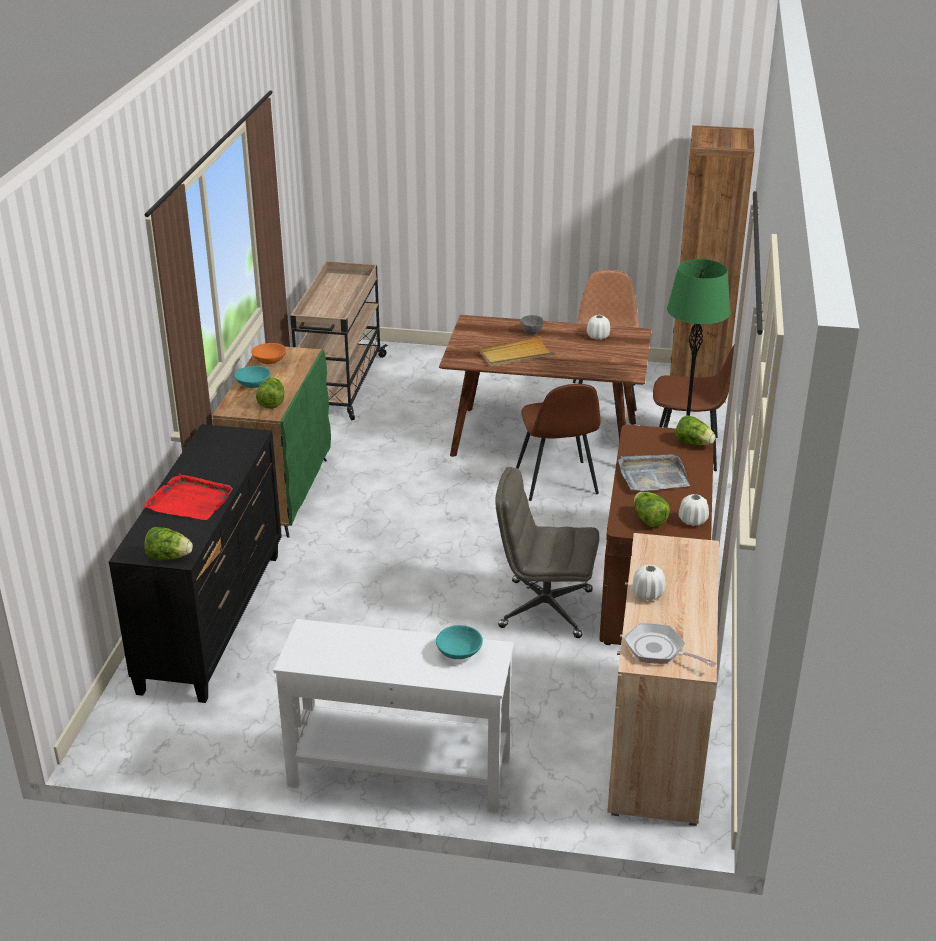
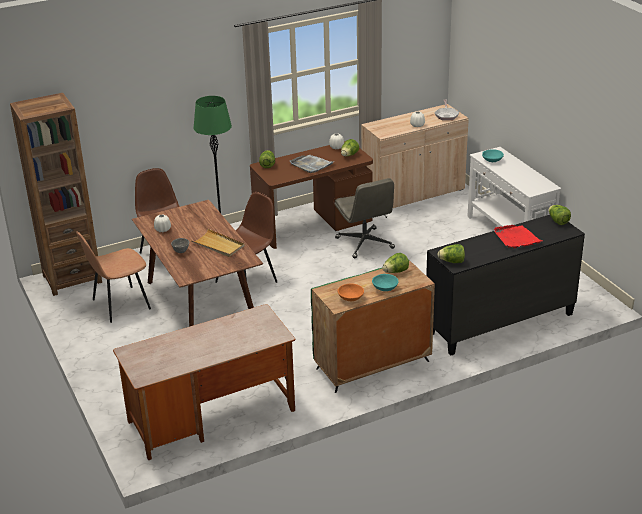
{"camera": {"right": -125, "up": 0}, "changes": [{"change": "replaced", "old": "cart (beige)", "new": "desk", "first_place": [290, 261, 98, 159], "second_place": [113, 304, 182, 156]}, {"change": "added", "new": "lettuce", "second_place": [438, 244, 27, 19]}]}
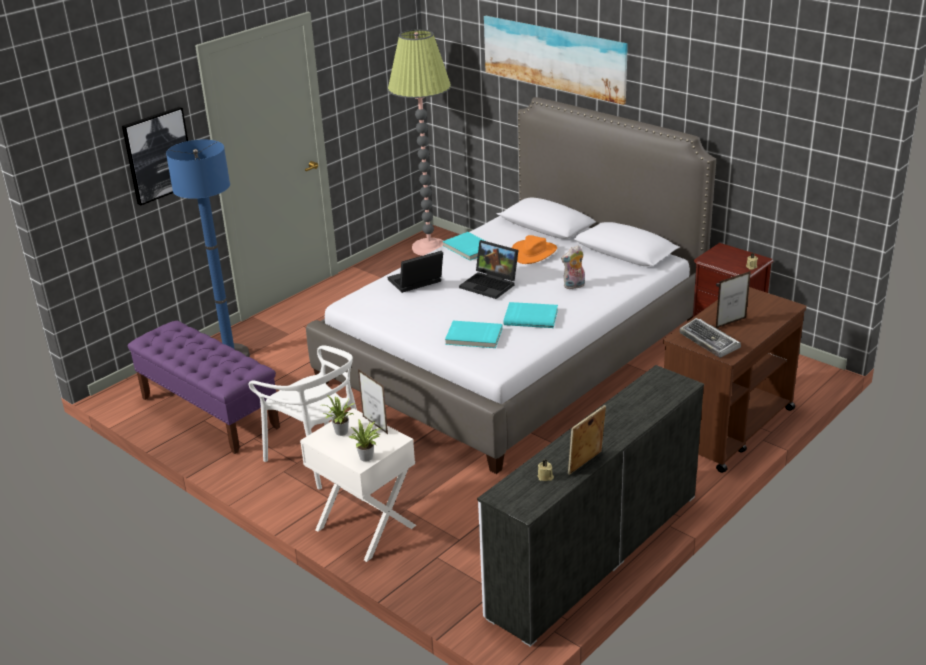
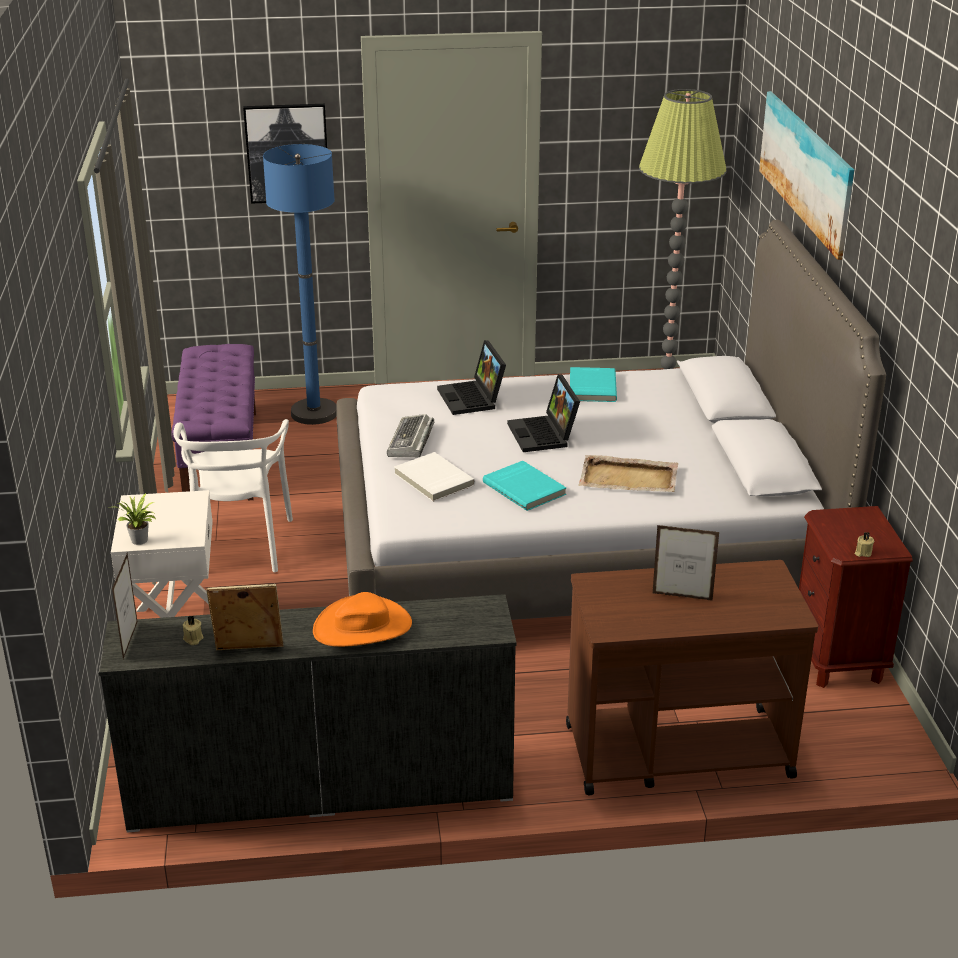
{"camera": {"right": 40, "up": 0}, "changes": [{"change": "moved", "old": "hat (orange)", "first_place": [512, 235, 45, 29], "second_place": [313, 592, 99, 55]}, {"change": "replaced", "old": "plush toy", "new": "tray (beige)", "first_place": [561, 245, 24, 45], "second_place": [578, 455, 100, 37]}, {"change": "turned", "old": "laptop", "first_place": [388, 251, 55, 42], "second_place": [437, 340, 69, 75], "degrees": -120}, {"change": "moved", "old": "keyboard", "first_place": [680, 318, 61, 40], "second_place": [387, 414, 47, 43]}, {"change": "recoloured", "old": "book (turquoise)", "new": "book (white)", "first_place": [445, 321, 58, 27], "second_place": [394, 452, 81, 50]}, {"change": "moved", "old": "picture frame", "first_place": [358, 369, 30, 65], "second_place": [112, 553, 26, 106]}, {"change": "removed", "old": "potted plant", "first_place": [323, 394, 32, 42]}]}
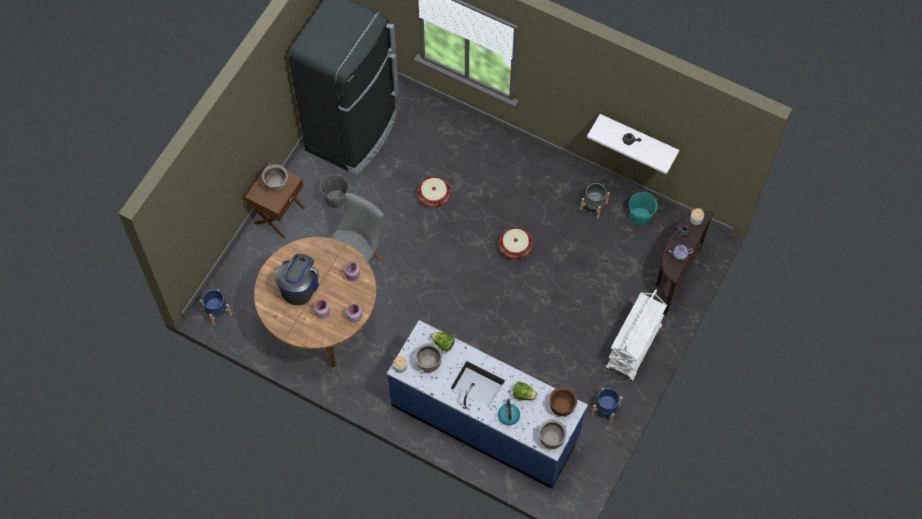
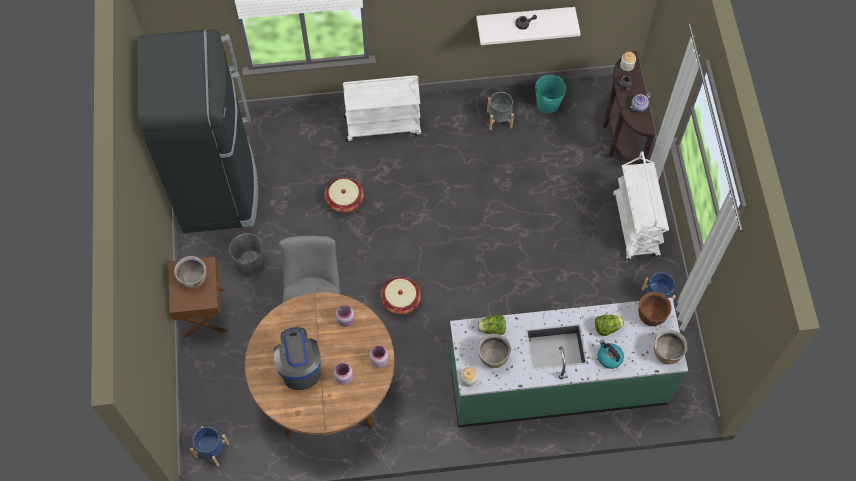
{"camera": {"right": -35, "up": 0}, "changes": [{"change": "moved", "old": "basket", "first_place": [499, 228, 34, 31], "second_place": [381, 277, 40, 38]}, {"change": "recoloured", "old": "counter (blue)", "new": "counter (green)", "first_place": [387, 320, 201, 169], "second_place": [450, 298, 238, 130]}, {"change": "added", "new": "cart (white)", "second_place": [343, 75, 78, 67]}]}
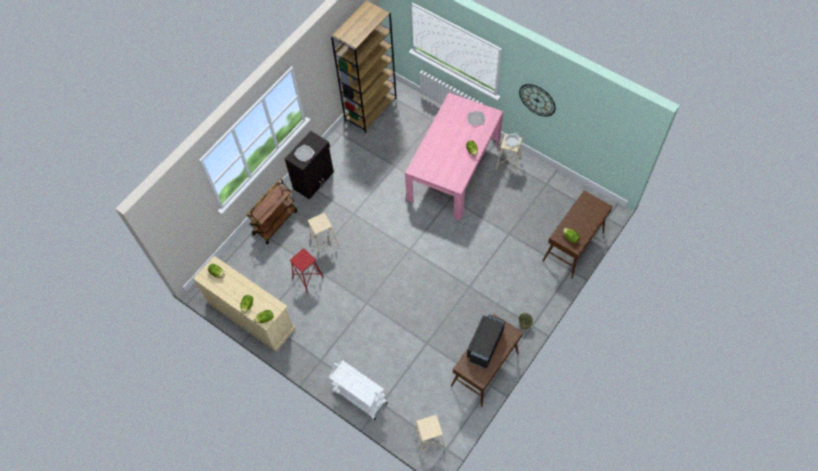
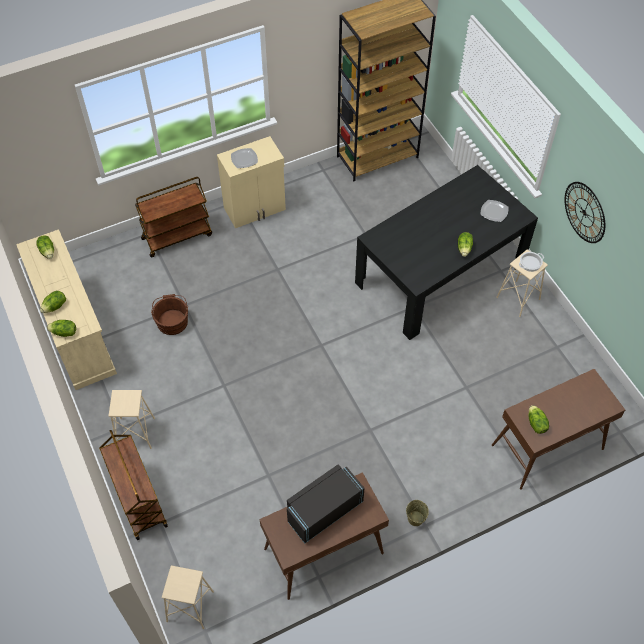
{"camera": {"right": 25, "up": -5}, "changes": [{"change": "recoloured", "old": "dining table (pink)", "new": "dining table (black)", "first_place": [405, 93, 98, 128], "second_place": [355, 165, 183, 175]}, {"change": "recoloured", "old": "cabinet (black)", "new": "cabinet (beige)", "first_place": [285, 131, 49, 68], "second_place": [217, 136, 69, 92]}, {"change": "moved", "old": "stool (beige)", "first_place": [308, 213, 31, 43], "second_place": [108, 390, 47, 59]}, {"change": "replaced", "old": "stool (red)", "new": "bucket (brown)", "first_place": [289, 248, 35, 45], "second_place": [151, 294, 37, 41]}, {"change": "recoloured", "old": "cart (white)", "new": "cart (brown)", "first_place": [329, 360, 59, 60], "second_place": [99, 430, 69, 110]}]}
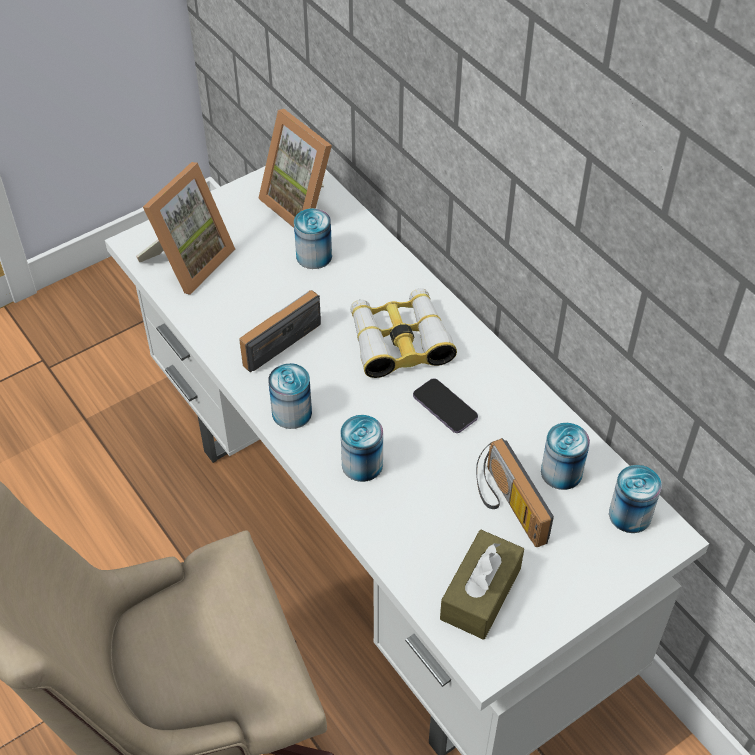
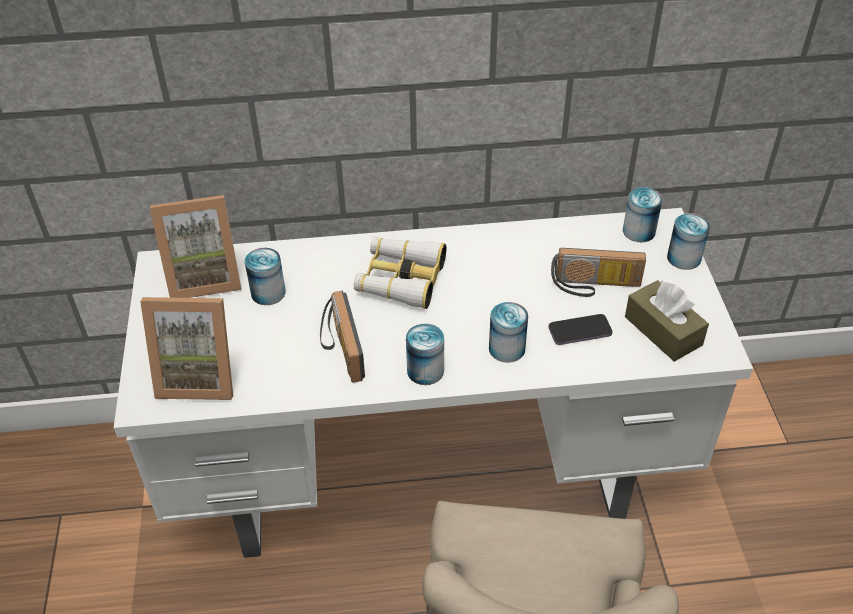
{"camera": {"right": -60, "up": -5}, "changes": [{"change": "turned", "old": "picture frame", "first_place": [136, 162, 99, 133], "second_place": [140, 297, 93, 103], "degrees": 120}, {"change": "moved", "old": "phone", "first_place": [413, 378, 65, 55], "second_place": [549, 314, 64, 31]}, {"change": "moved", "old": "can", "first_place": [541, 423, 49, 67], "second_place": [667, 213, 43, 57]}]}
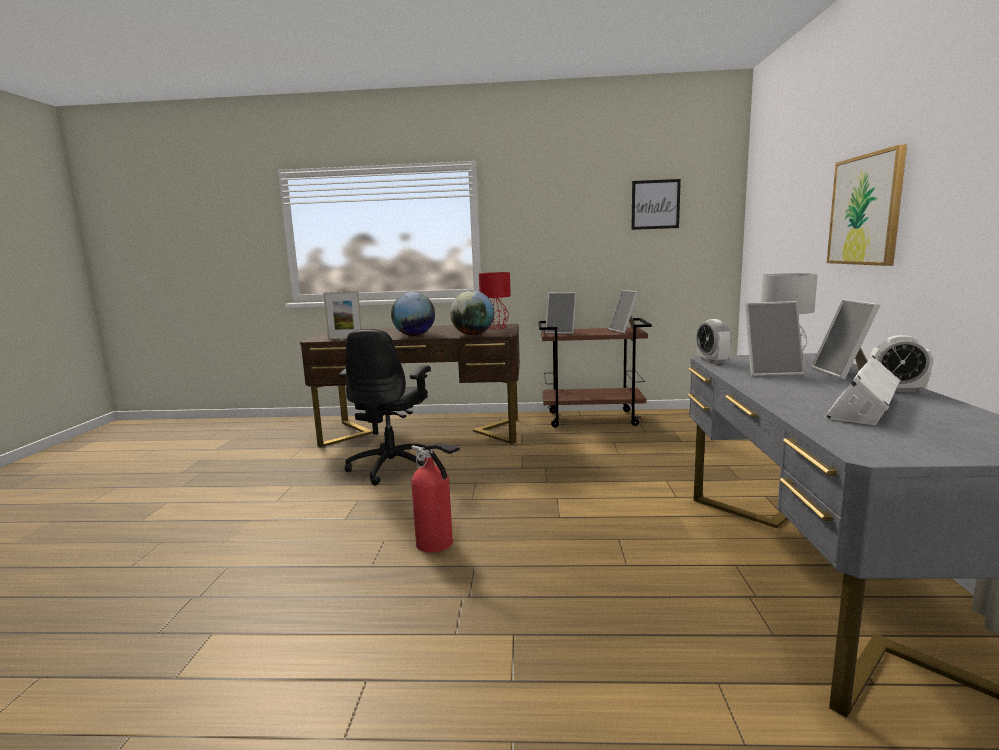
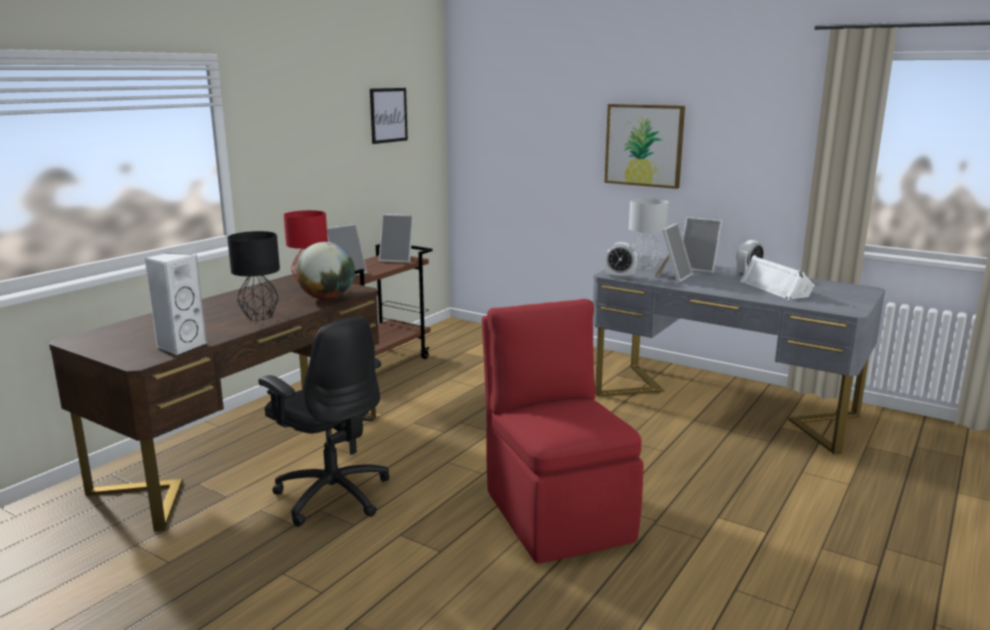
{"camera": {"right": -60, "up": 5}, "changes": [{"change": "replaced", "old": "picture frame", "new": "speaker (white)", "first_place": [323, 291, 39, 49], "second_place": [144, 252, 63, 104]}, {"change": "replaced", "old": "globe", "new": "table lamp (black)", "first_place": [391, 292, 44, 44], "second_place": [227, 231, 53, 90]}, {"change": "replaced", "old": "fire extinguisher", "new": "chair (red)", "first_place": [411, 443, 49, 110], "second_place": [482, 299, 162, 264]}]}
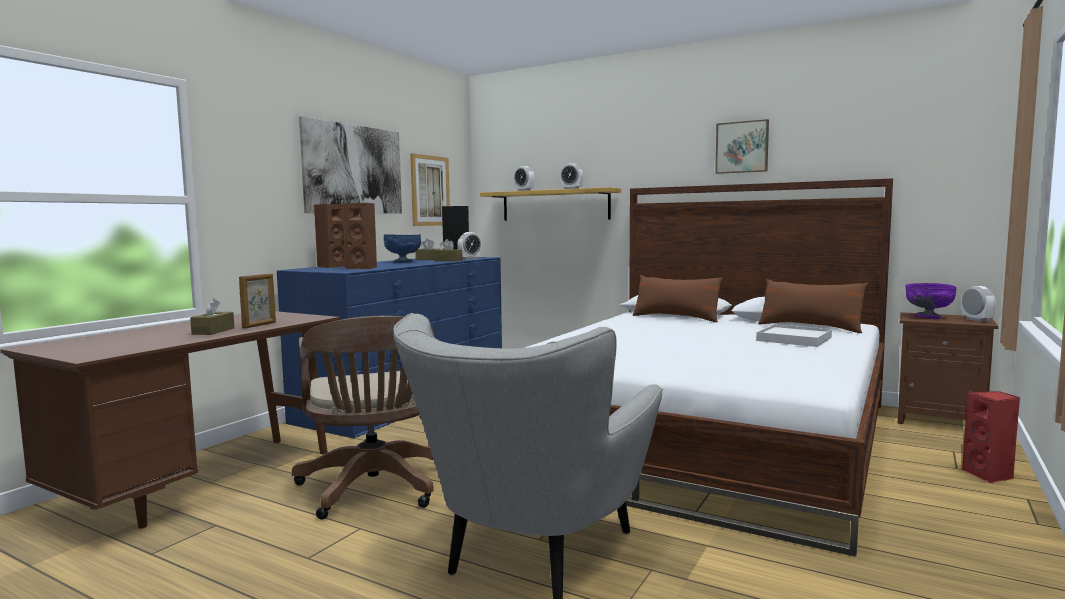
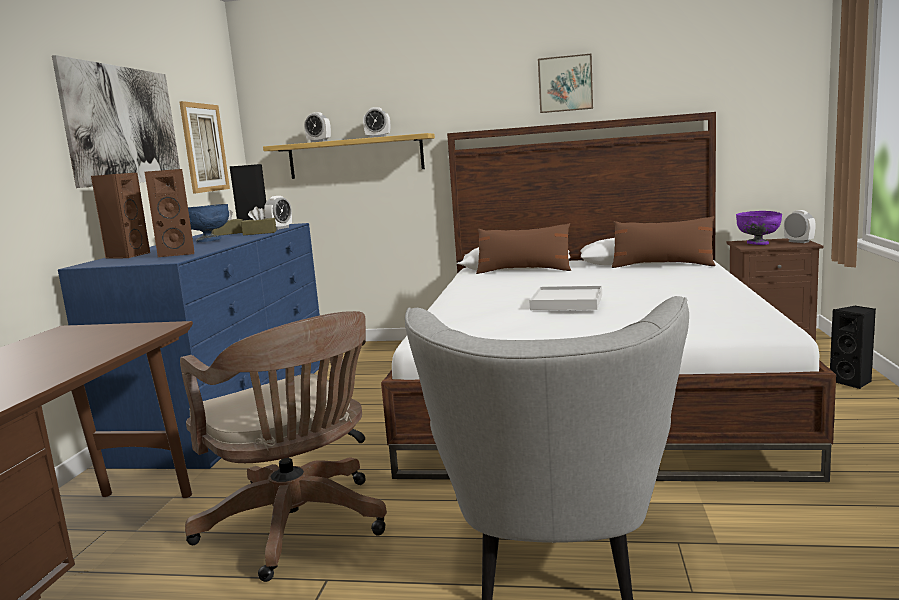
{"camera": {"right": -20, "up": 5}, "changes": [{"change": "removed", "old": "picture frame", "first_place": [239, 274, 37, 54]}, {"change": "removed", "old": "tissue box (brown)", "first_place": [190, 298, 44, 37]}, {"change": "moved", "old": "tray (white)", "first_place": [756, 324, 76, 23], "second_place": [529, 286, 73, 24]}, {"change": "recoloured", "old": "speaker (red)", "new": "speaker (black)", "first_place": [962, 391, 58, 92], "second_place": [830, 306, 46, 83]}]}
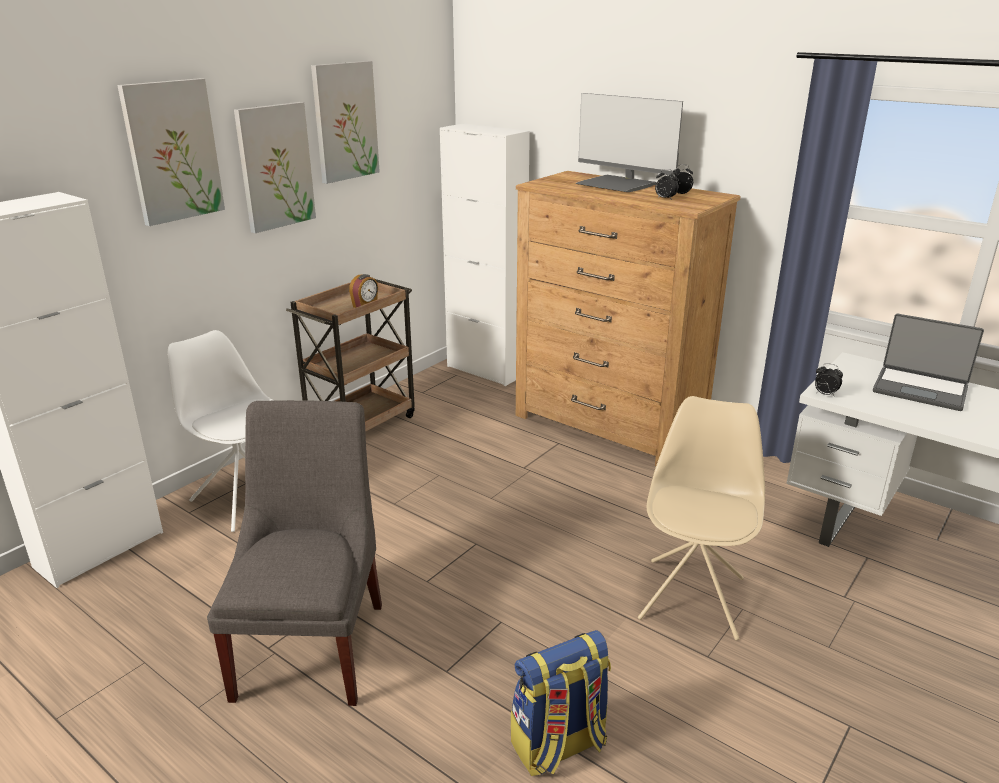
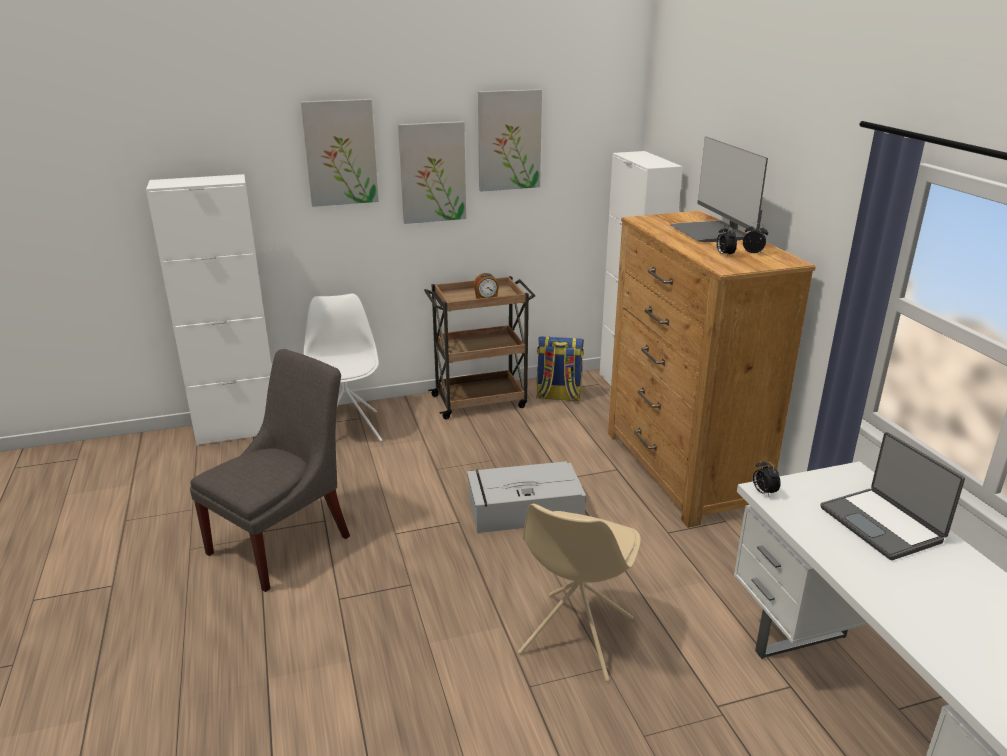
{"camera": {"right": 35, "up": 0}, "changes": [{"change": "turned", "old": "chair (beige)", "first_place": [638, 396, 127, 244], "second_place": [518, 504, 123, 178], "degrees": 150}, {"change": "moved", "old": "backpack", "first_place": [511, 630, 100, 146], "second_place": [536, 336, 48, 65]}, {"change": "added", "new": "storage box (grey)", "second_place": [467, 461, 119, 72]}]}
